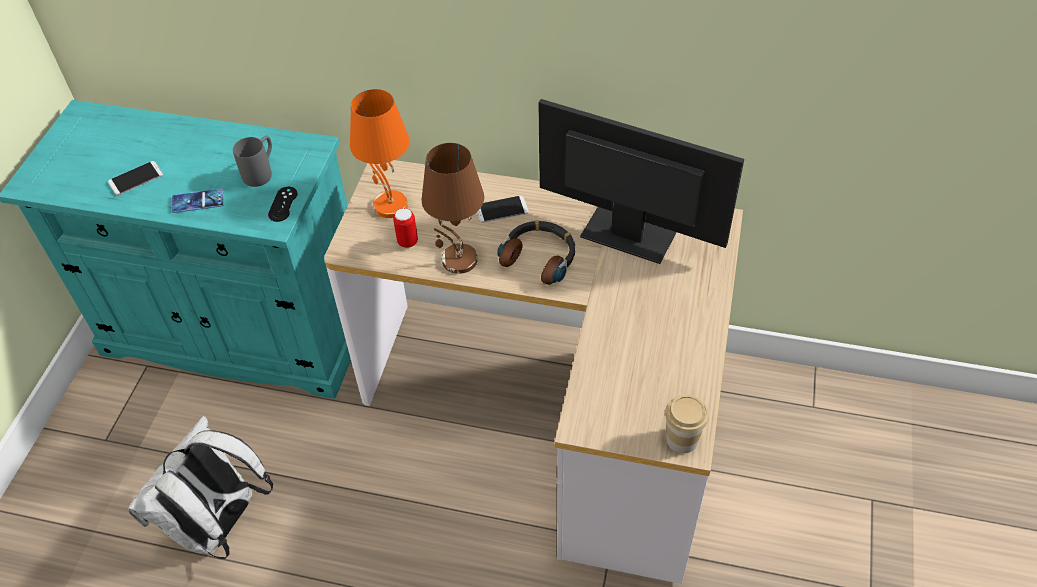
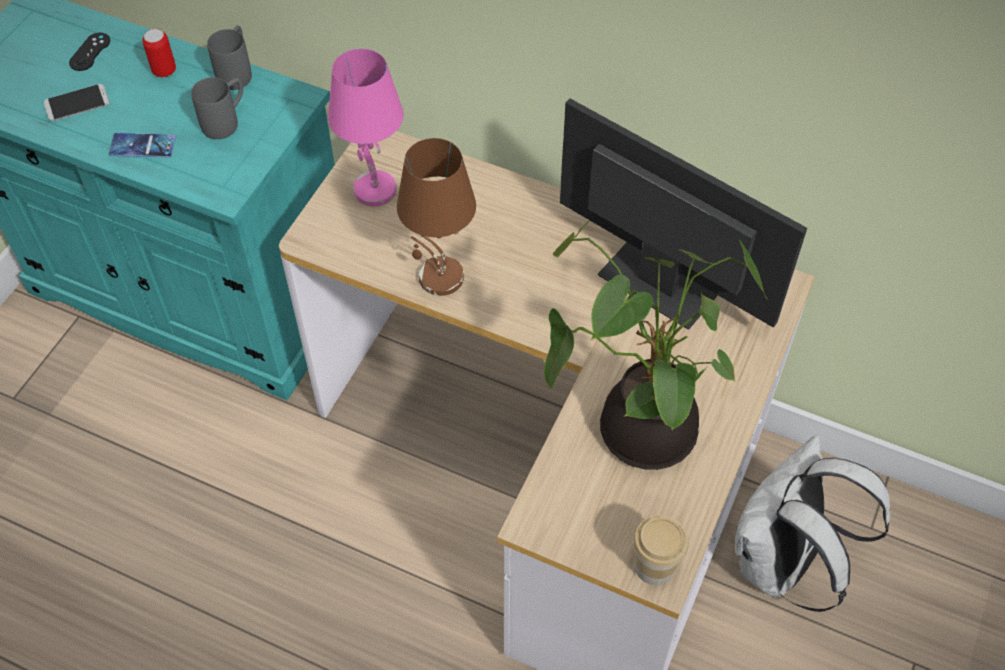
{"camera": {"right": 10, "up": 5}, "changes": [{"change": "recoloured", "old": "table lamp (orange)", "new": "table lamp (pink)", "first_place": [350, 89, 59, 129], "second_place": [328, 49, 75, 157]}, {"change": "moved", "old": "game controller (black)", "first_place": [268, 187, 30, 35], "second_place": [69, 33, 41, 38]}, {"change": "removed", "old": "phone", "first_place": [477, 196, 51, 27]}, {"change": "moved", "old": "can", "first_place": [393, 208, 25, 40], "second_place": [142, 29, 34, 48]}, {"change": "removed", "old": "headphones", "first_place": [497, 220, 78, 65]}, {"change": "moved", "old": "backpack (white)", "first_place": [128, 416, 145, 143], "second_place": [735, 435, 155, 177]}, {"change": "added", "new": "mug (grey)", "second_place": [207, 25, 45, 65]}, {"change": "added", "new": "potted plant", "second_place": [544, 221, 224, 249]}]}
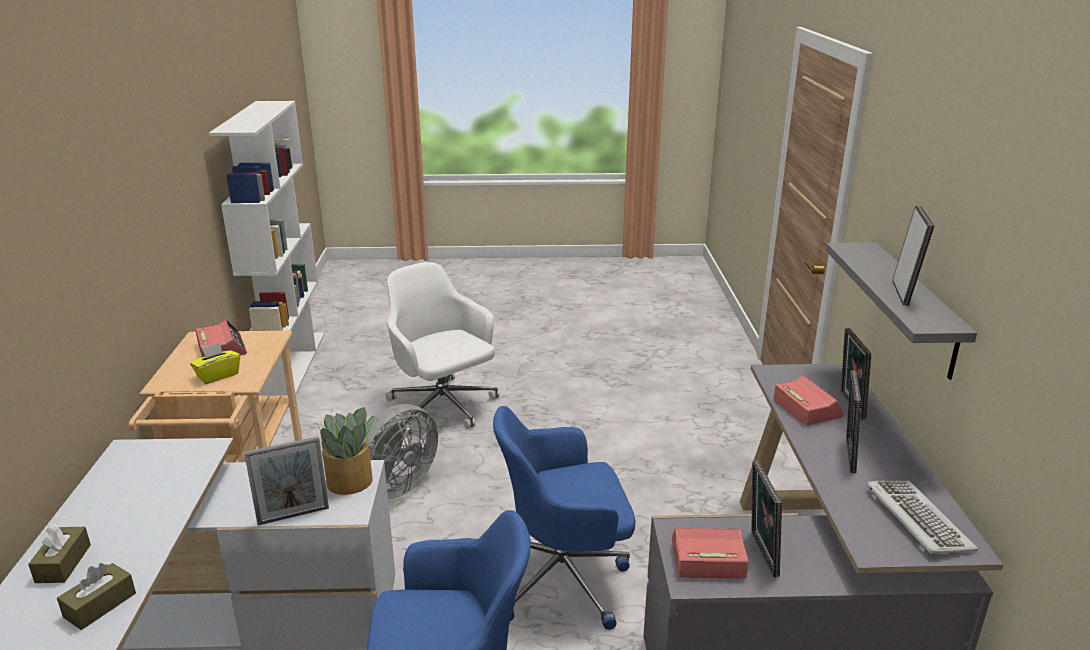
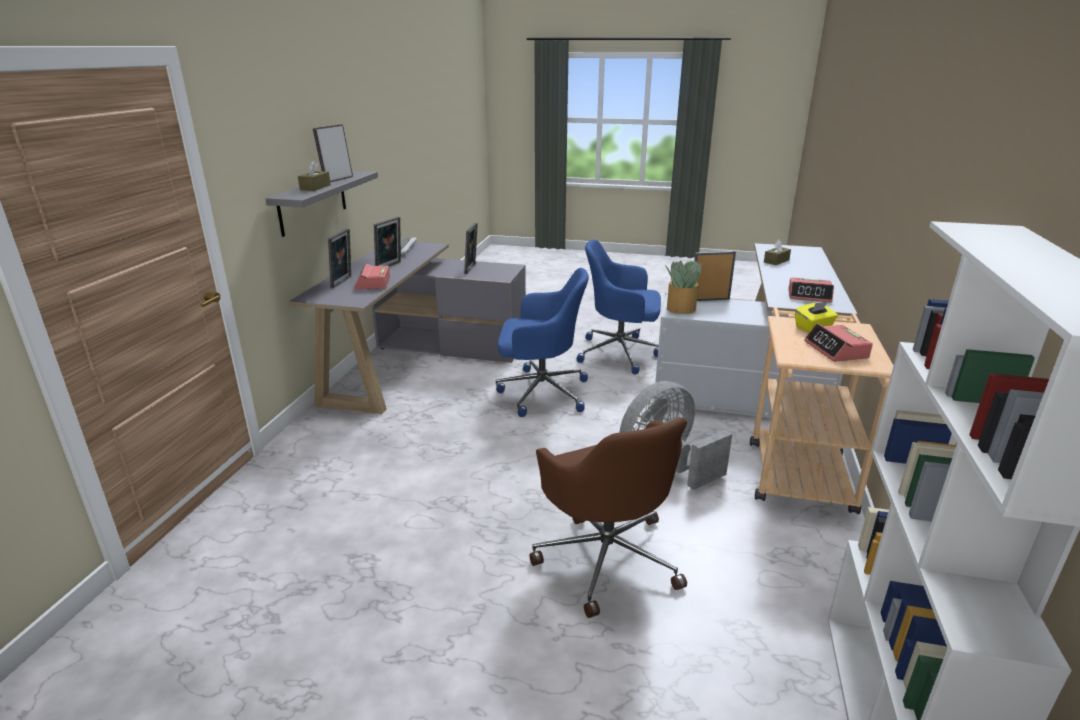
{"camera": {"right": -165, "up": 0}, "changes": [{"change": "recoloured", "old": "office chair (white)", "new": "office chair (brown)", "first_place": [386, 262, 114, 175], "second_place": [529, 418, 158, 200]}, {"change": "moved", "old": "tissue box (brown)", "first_place": [28, 524, 63, 59], "second_place": [298, 160, 33, 31]}, {"change": "moved", "old": "alarm clock", "first_place": [672, 528, 77, 51], "second_place": [788, 277, 46, 26]}]}
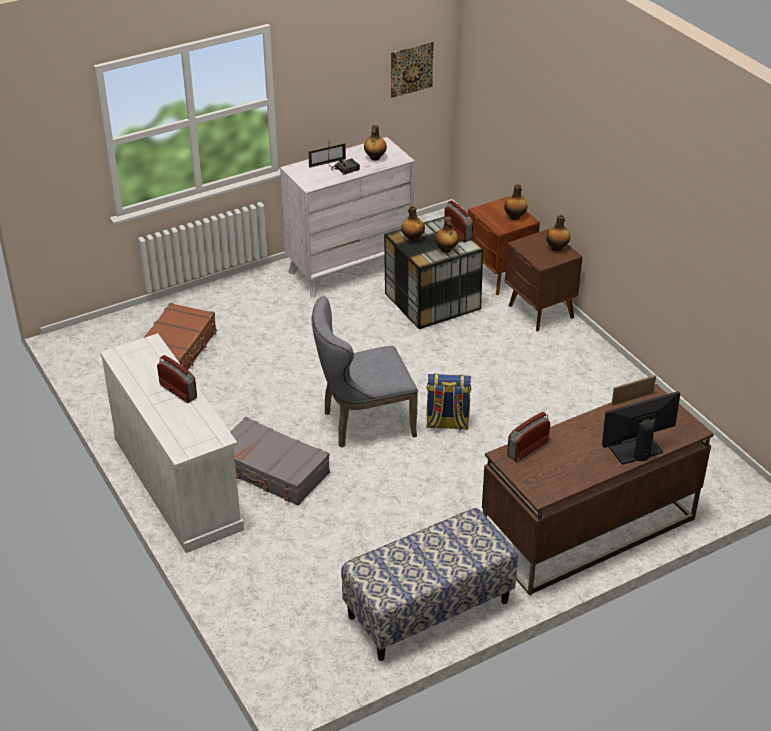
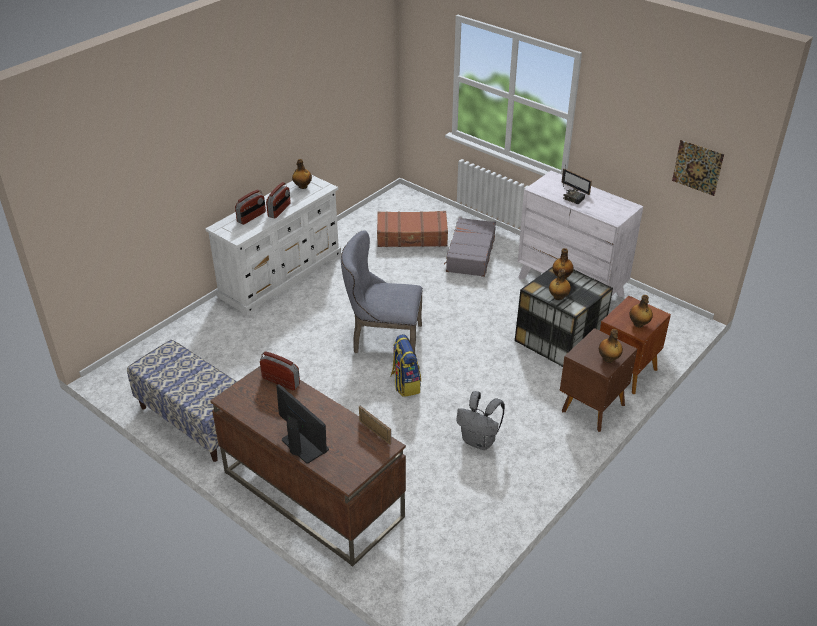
{"camera": {"right": 70, "up": 0}, "changes": [{"change": "moved", "old": "bottle", "first_place": [364, 125, 23, 36], "second_place": [292, 159, 20, 30]}, {"change": "moved", "old": "radio", "first_place": [444, 200, 29, 42], "second_place": [235, 189, 31, 36]}, {"change": "turned", "old": "chair (grey)", "first_place": [312, 296, 106, 152], "second_place": [341, 230, 82, 123], "degrees": -45}, {"change": "moved", "old": "suitcase (grey)", "first_place": [230, 417, 100, 89], "second_place": [444, 217, 52, 60]}, {"change": "added", "new": "backpack (grey)", "second_place": [456, 391, 49, 59]}]}
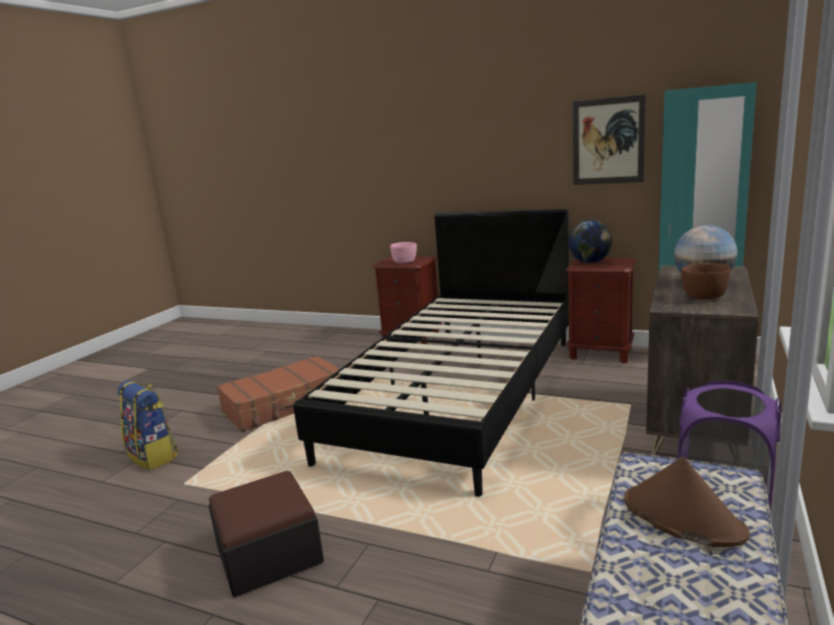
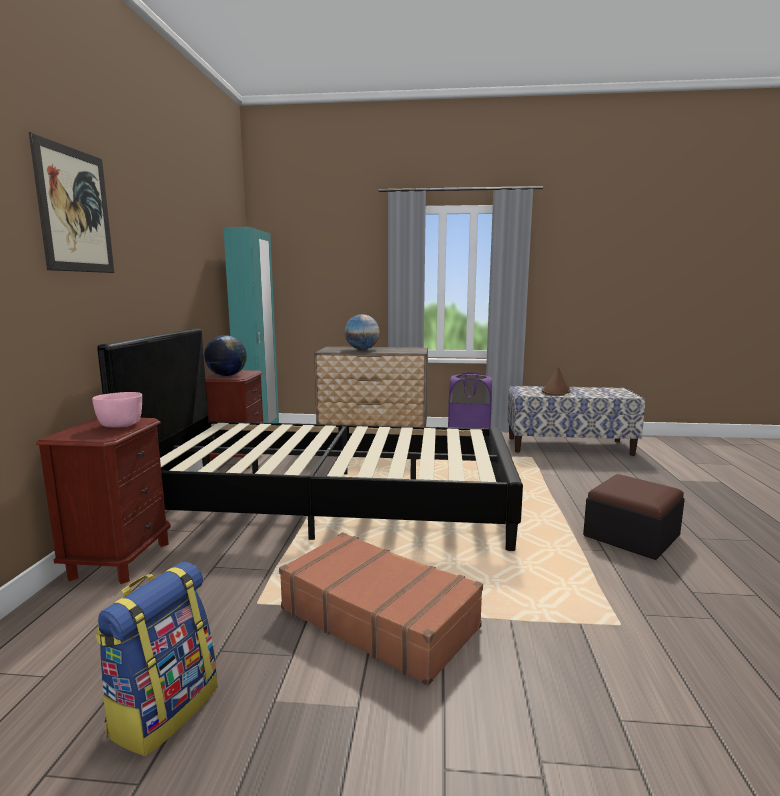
{"camera": {"right": -110, "up": -5}, "changes": [{"change": "moved", "old": "picture", "first_place": [573, 94, 73, 91], "second_place": [29, 132, 85, 141]}, {"change": "removed", "old": "bowl (brown)", "first_place": [681, 263, 49, 36]}, {"change": "moved", "old": "backpack", "first_place": [118, 380, 60, 91], "second_place": [95, 562, 122, 194]}]}
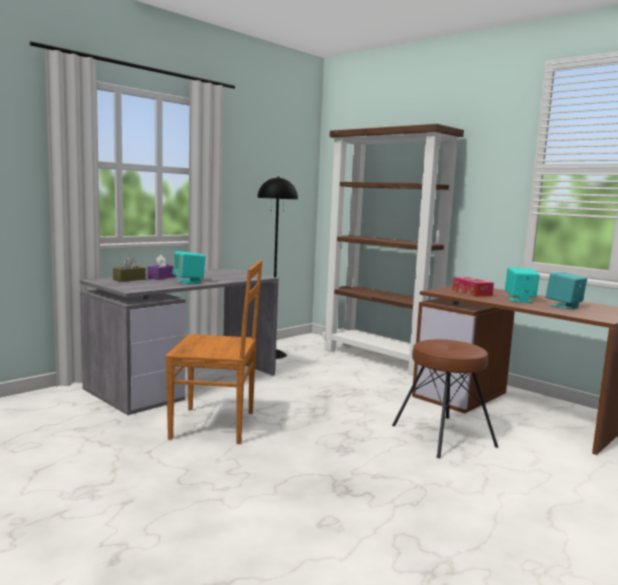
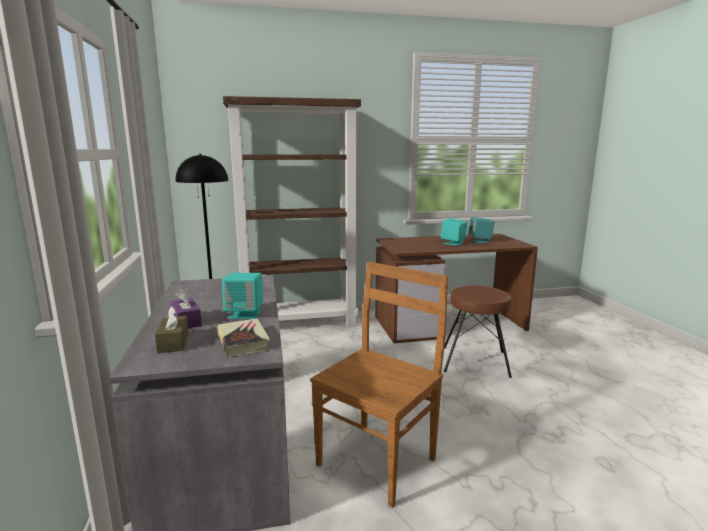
{"camera": {"right": -55, "up": 5}, "changes": [{"change": "removed", "old": "tissue box", "first_place": [452, 277, 42, 20]}, {"change": "added", "new": "book", "second_place": [217, 318, 53, 39]}]}
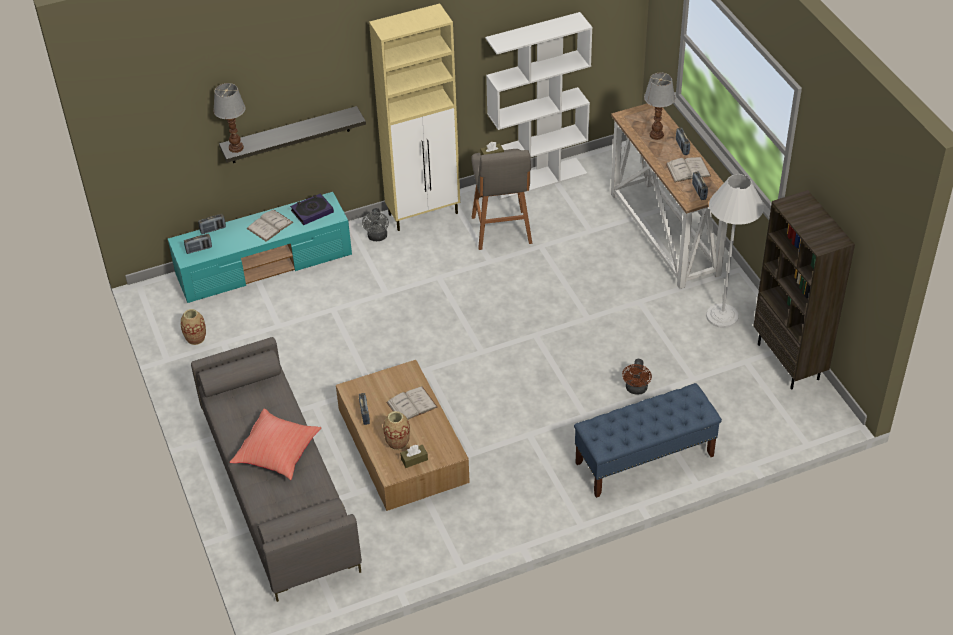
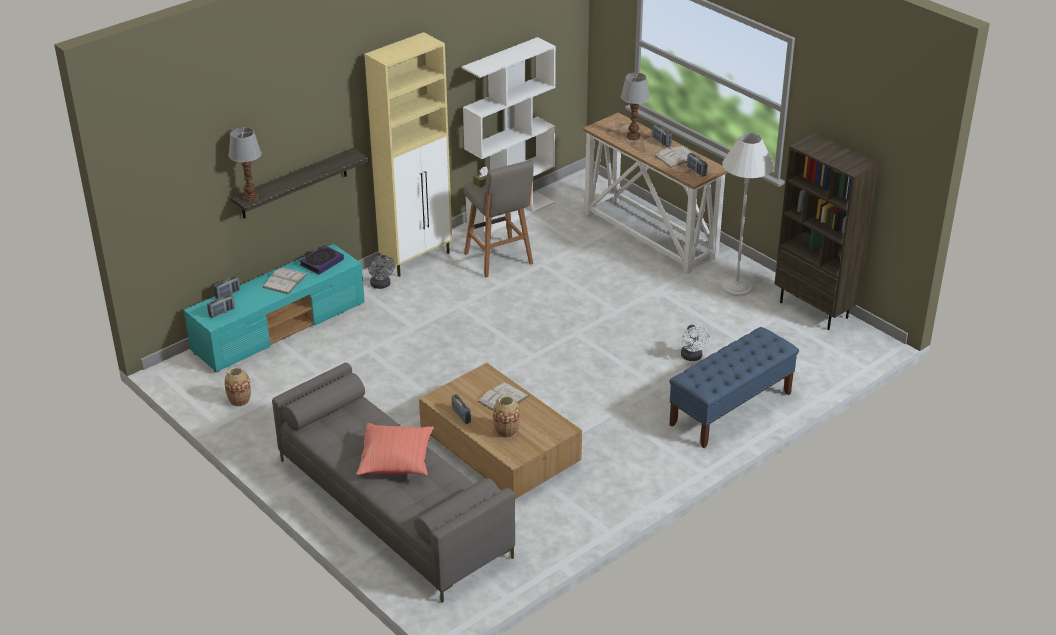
{"camera": {"right": -20, "up": -10}, "changes": [{"change": "recoloured", "old": "fan (brown)", "new": "fan (white)", "first_place": [622, 359, 30, 36], "second_place": [681, 325, 29, 36]}, {"change": "removed", "old": "tissue box (brown)", "first_place": [400, 445, 28, 23]}]}
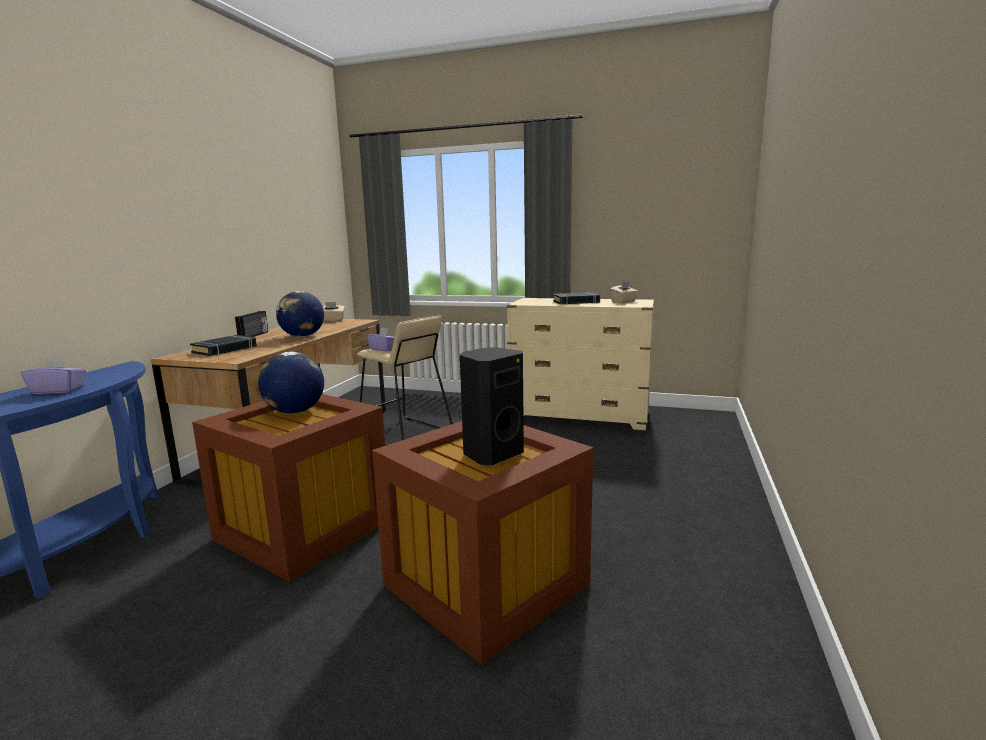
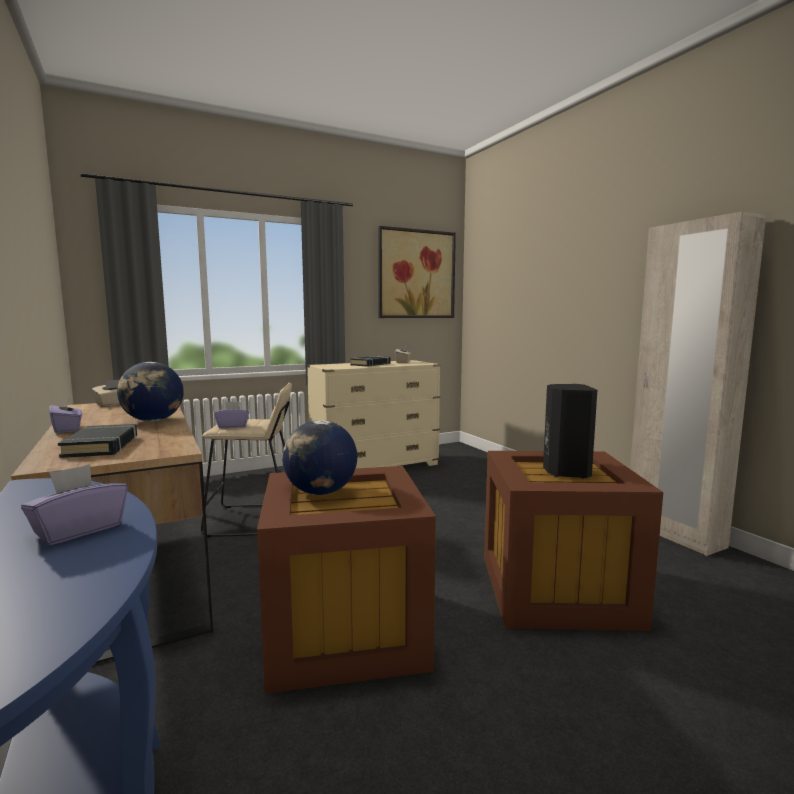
{"camera": {"right": -45, "up": -5}, "changes": [{"change": "replaced", "old": "radio", "new": "tissue box (purple)", "first_place": [235, 311, 33, 26], "second_place": [49, 397, 33, 36]}, {"change": "added", "new": "wardrobe (beige)", "second_place": [630, 211, 136, 345]}, {"change": "added", "new": "picture", "second_place": [378, 226, 78, 92]}]}
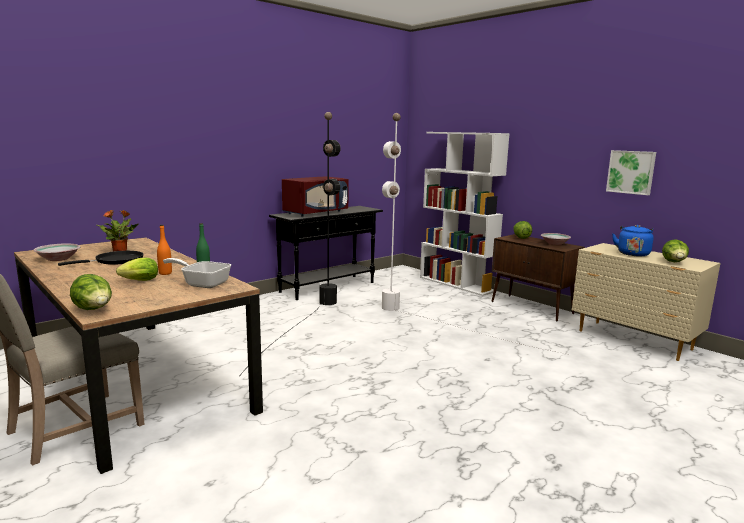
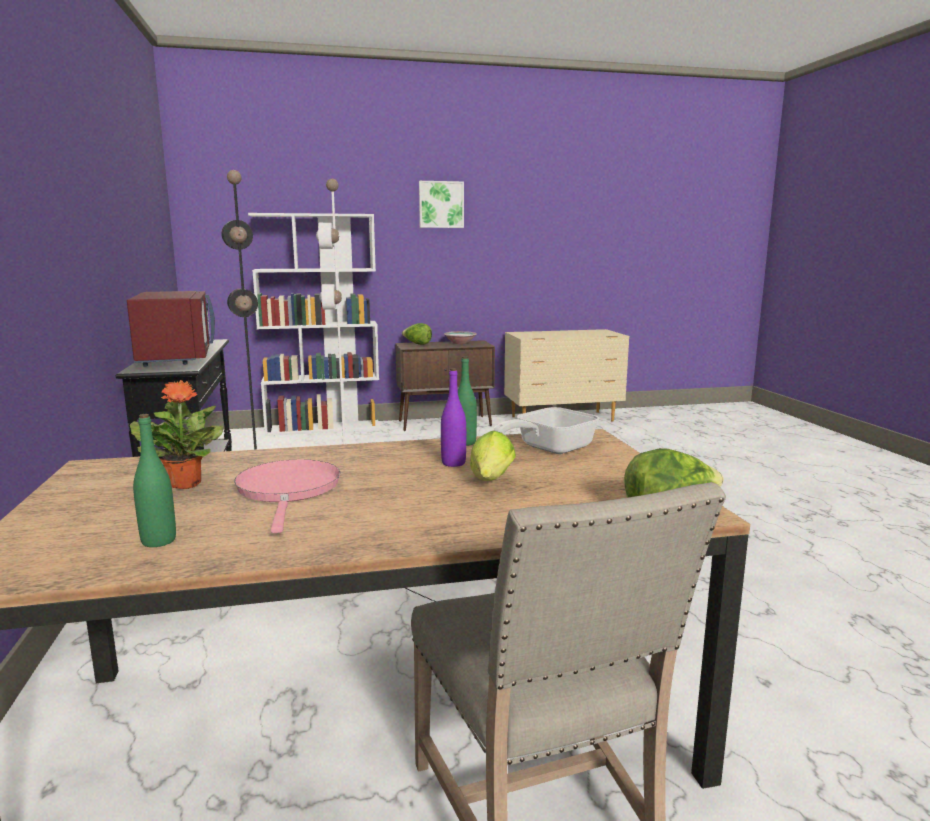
{"camera": {"right": -60, "up": 0}, "changes": [{"change": "moved", "old": "picture", "first_place": [606, 150, 50, 45], "second_place": [419, 181, 45, 47]}, {"change": "recoloured", "old": "bottle (orange)", "new": "bottle (purple)", "first_place": [157, 225, 15, 50], "second_place": [441, 368, 25, 99]}, {"change": "removed", "old": "kettle (blue)", "first_place": [612, 225, 42, 31]}, {"change": "removed", "old": "lettuce", "first_place": [662, 239, 27, 23]}, {"change": "replaced", "old": "bowl", "new": "bottle (green)", "first_place": [33, 243, 47, 18], "second_place": [133, 414, 43, 133]}, {"change": "recoloured", "old": "frying pan (black)", "new": "frying pan (pink)", "first_place": [58, 251, 85, 15], "second_place": [234, 459, 107, 74]}]}
